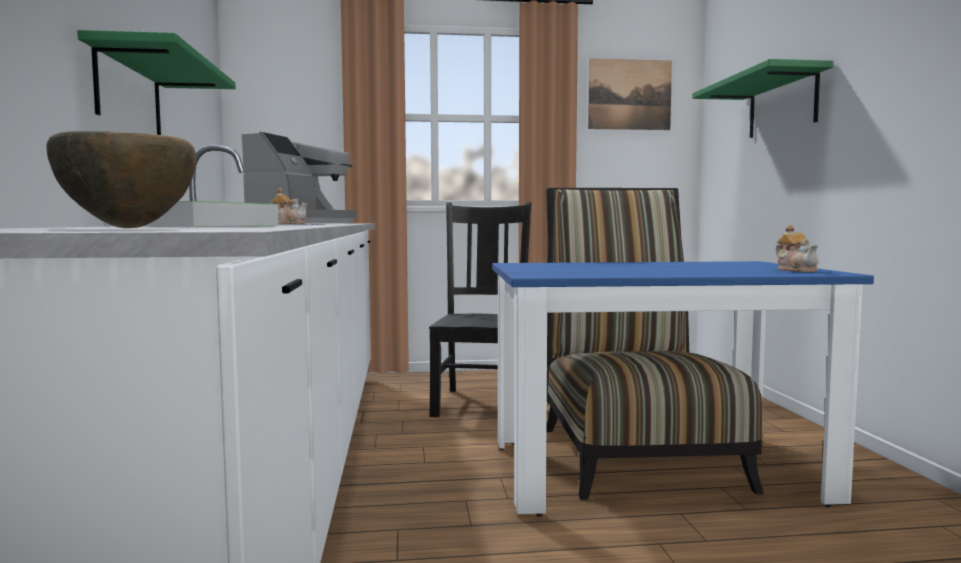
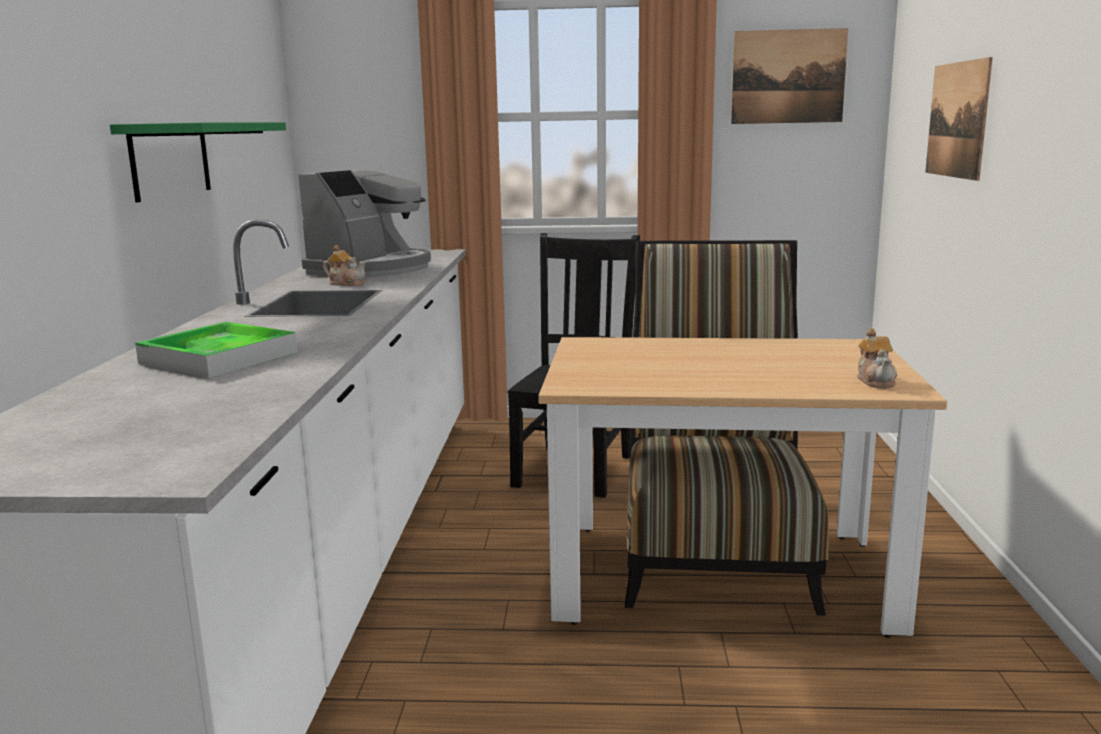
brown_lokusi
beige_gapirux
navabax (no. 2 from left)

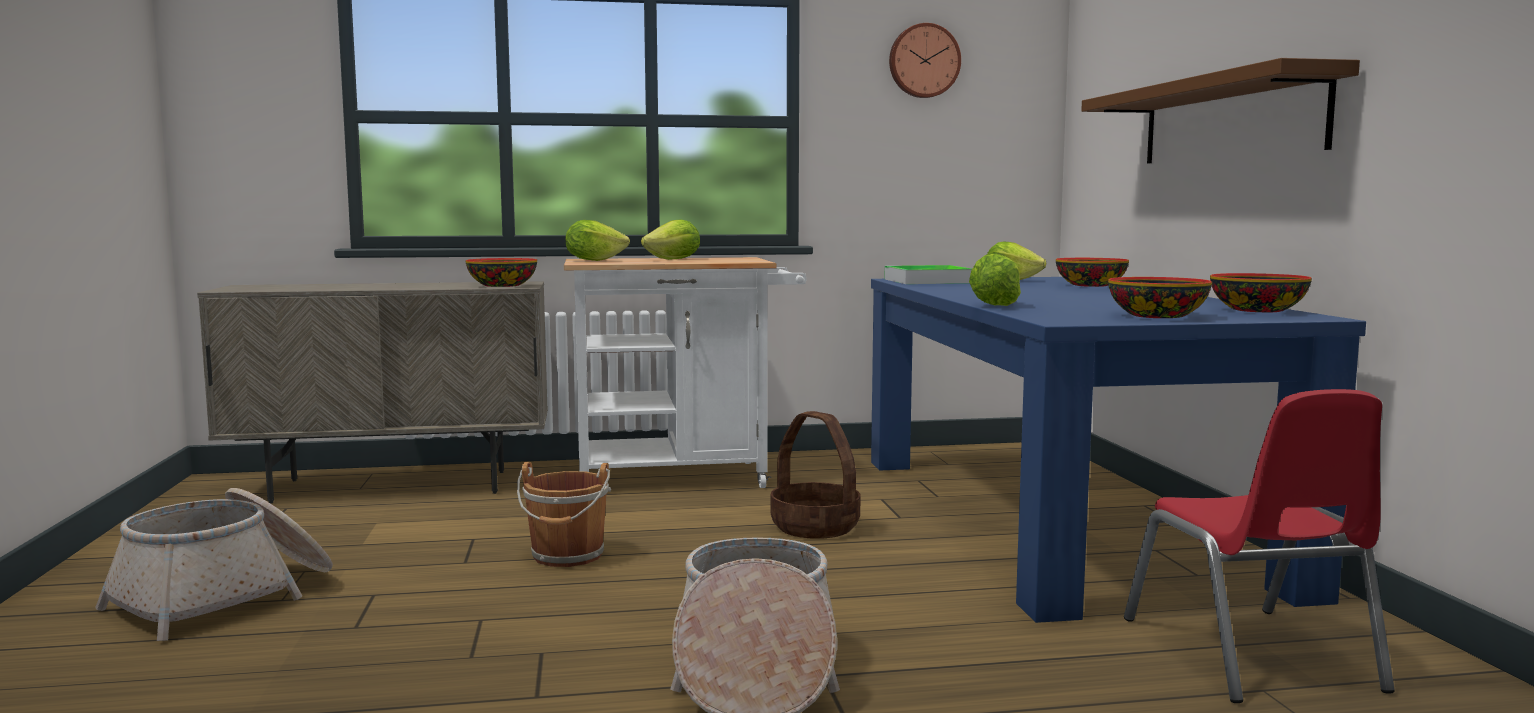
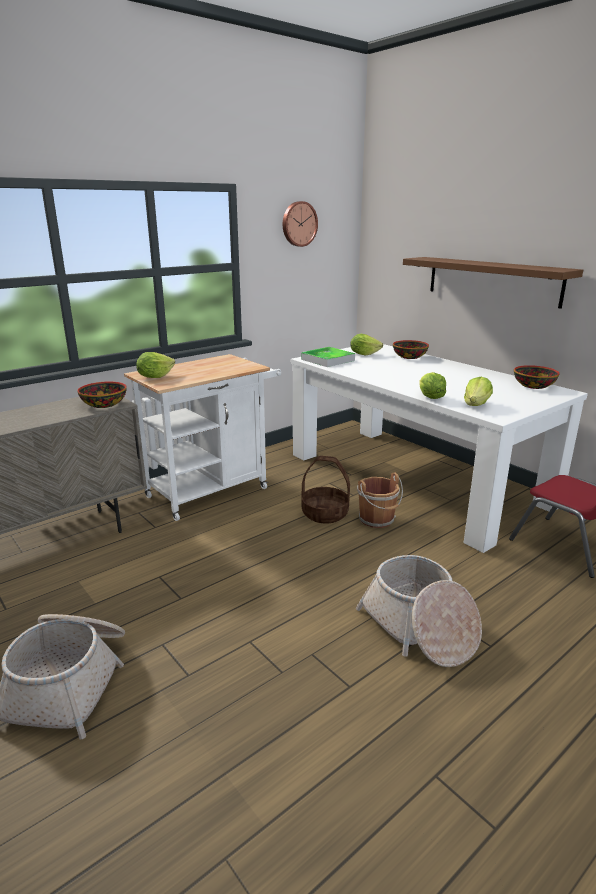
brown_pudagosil
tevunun (no. 4 from left)
white_gapirux
lokusi (no. 3 from left in the first image)

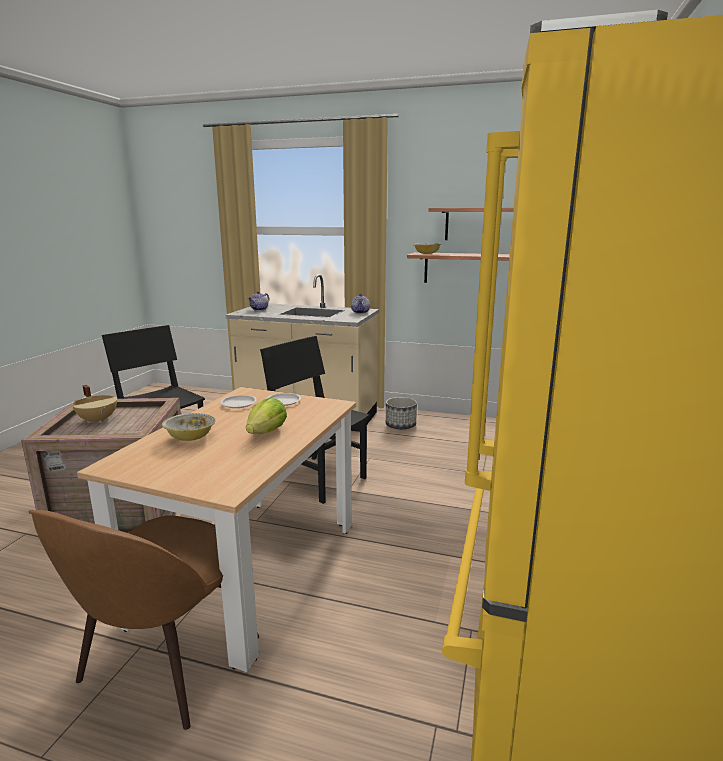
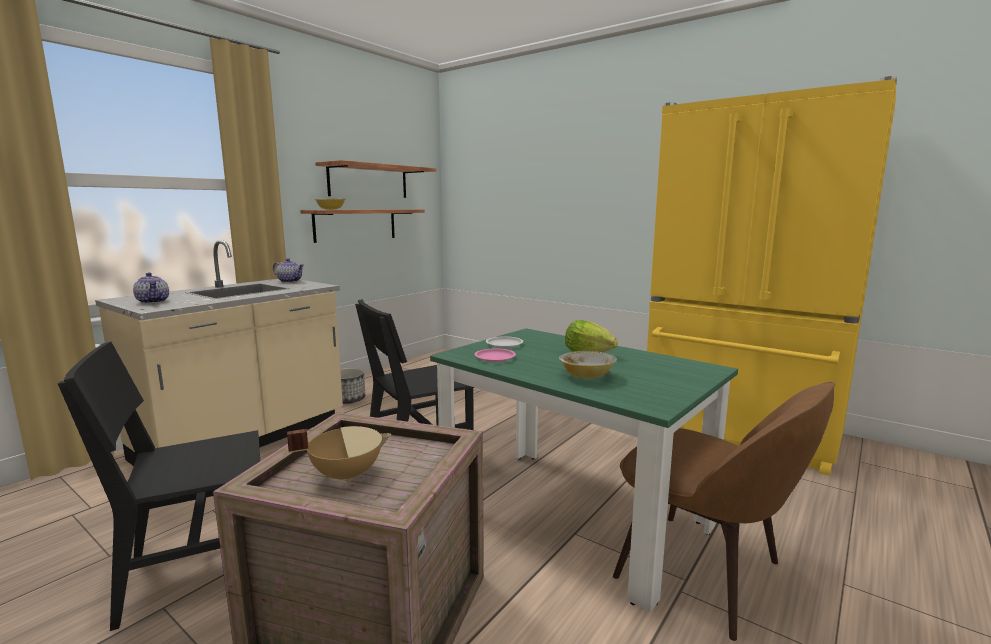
green_gapirux
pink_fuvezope

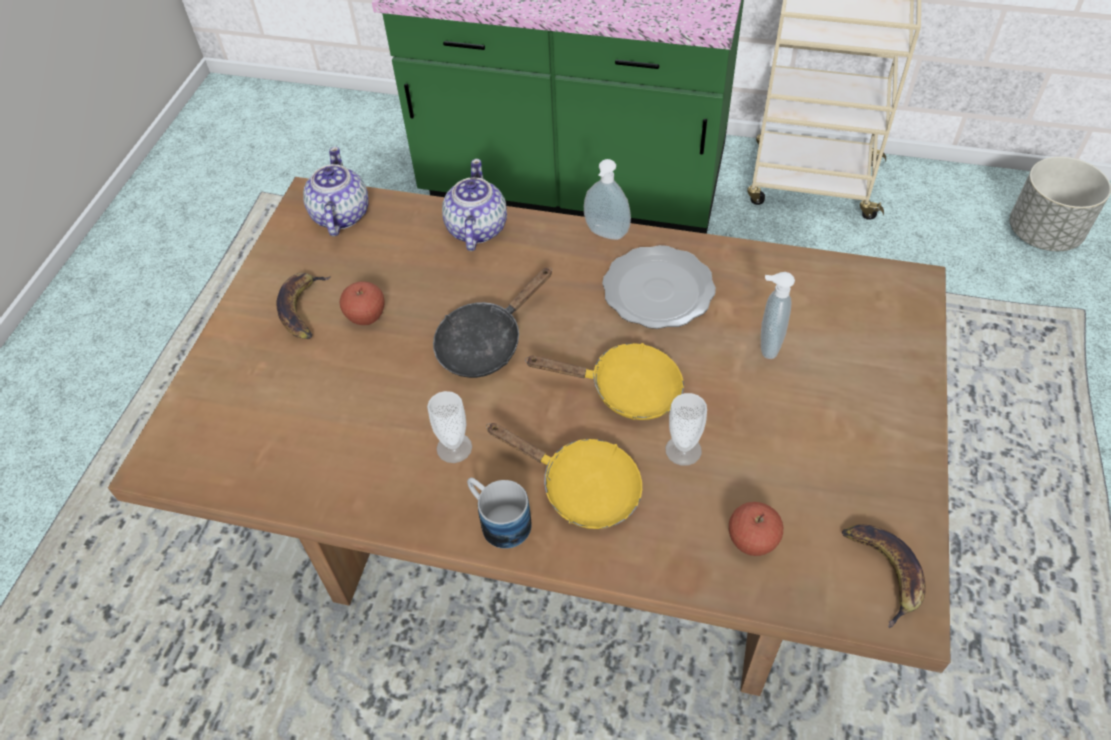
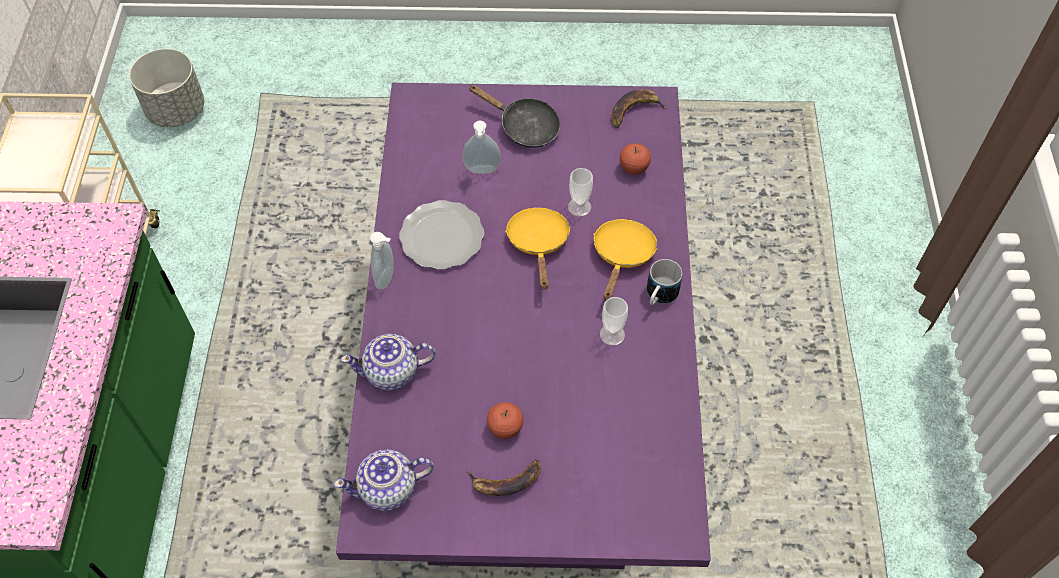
purple_gapirux
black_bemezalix

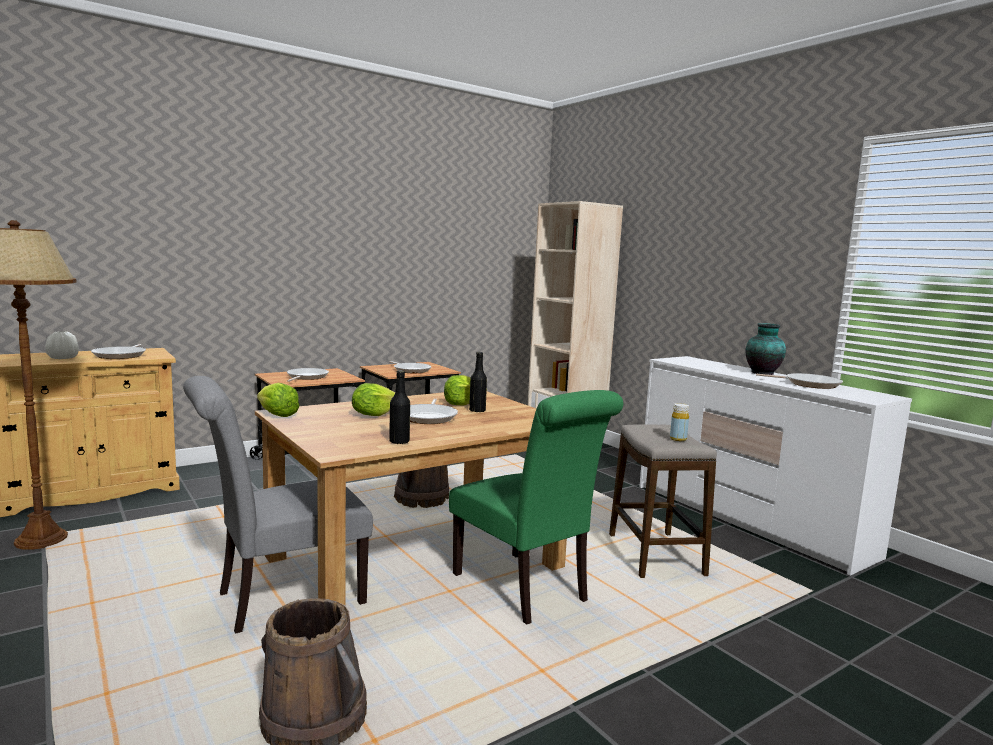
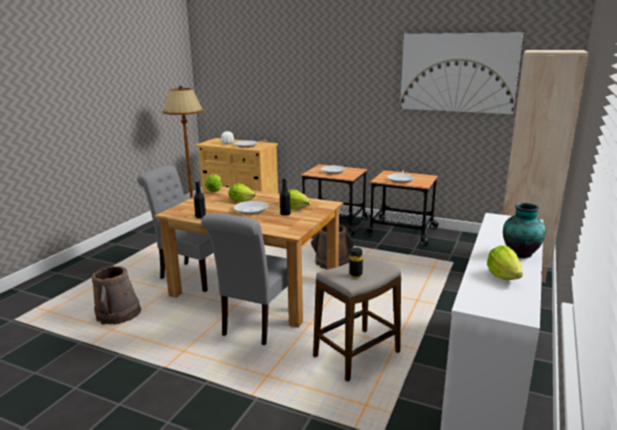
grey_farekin (no. 2 from left)
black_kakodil (no. 3 from left)
tevunun (no. 4 from left)
navabax

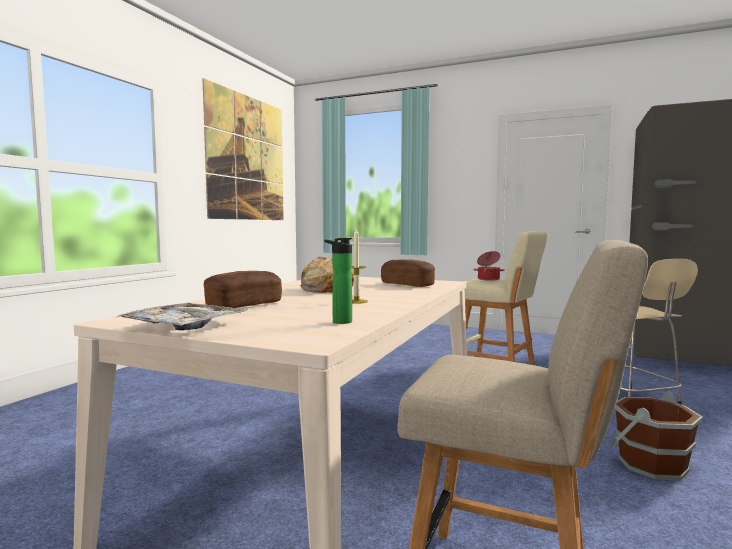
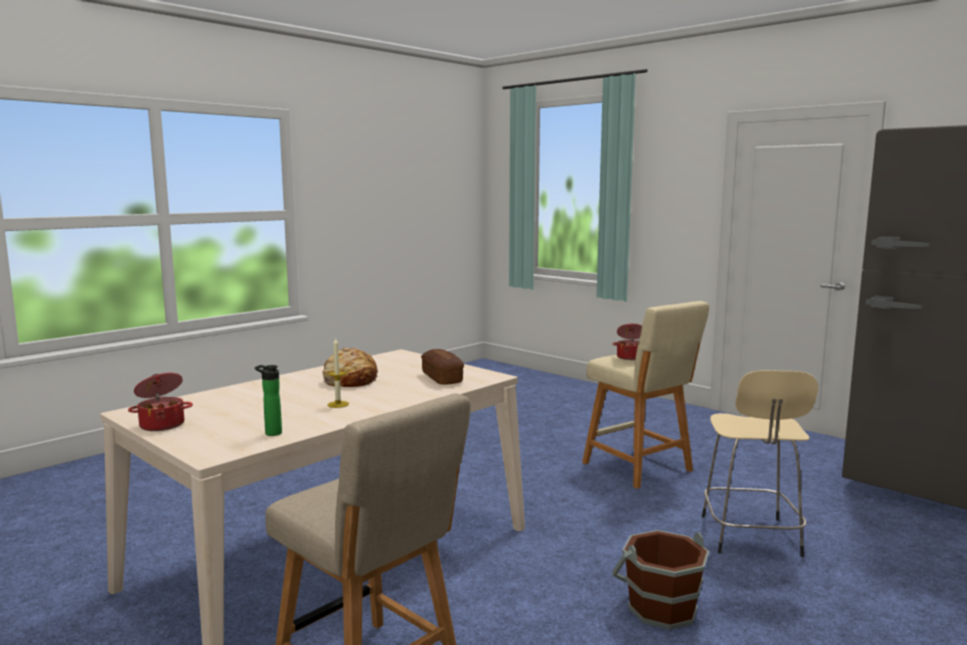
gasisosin (no. 1 from left)
navabax
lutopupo (no. 1 from left in the first image)

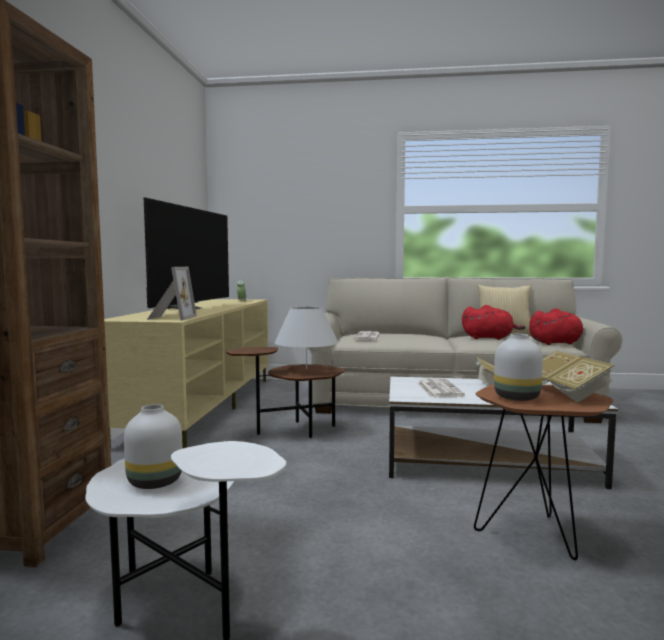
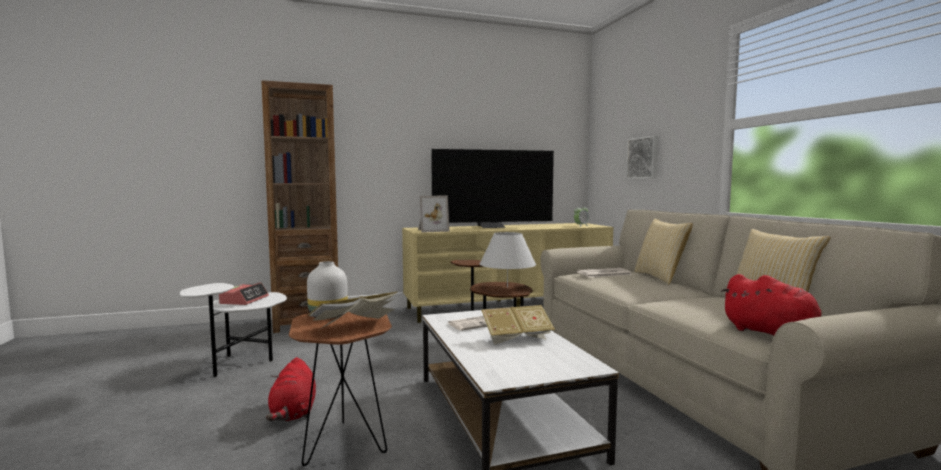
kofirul (no. 1 from left)
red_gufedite (no. 1 from left)
navabax
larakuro (no. 1 from left)

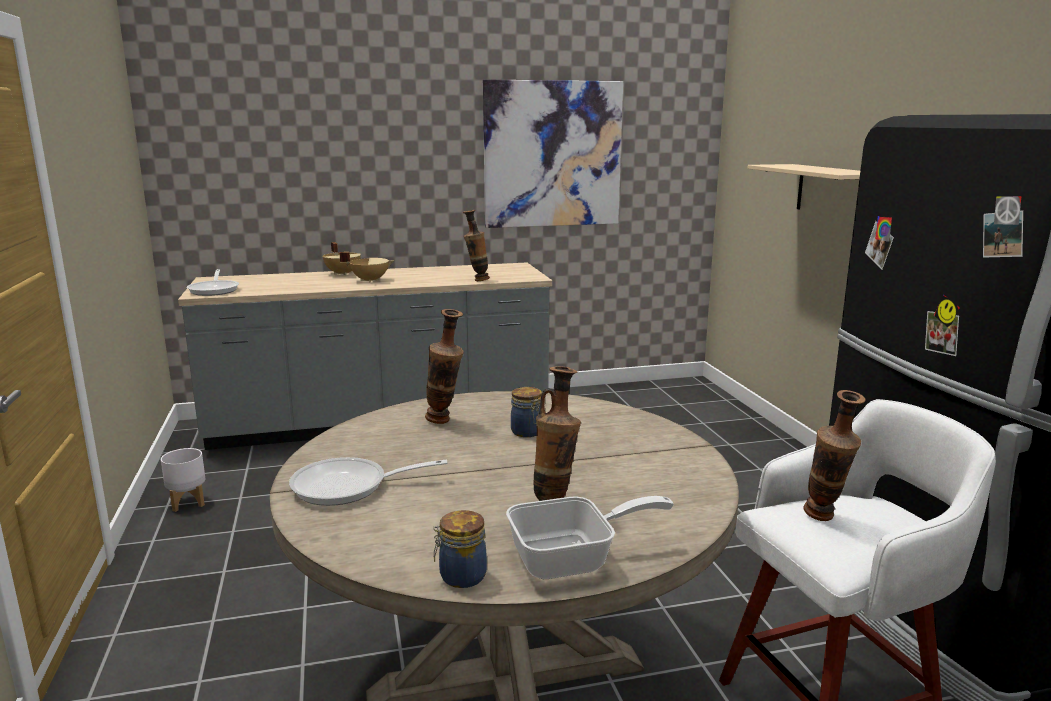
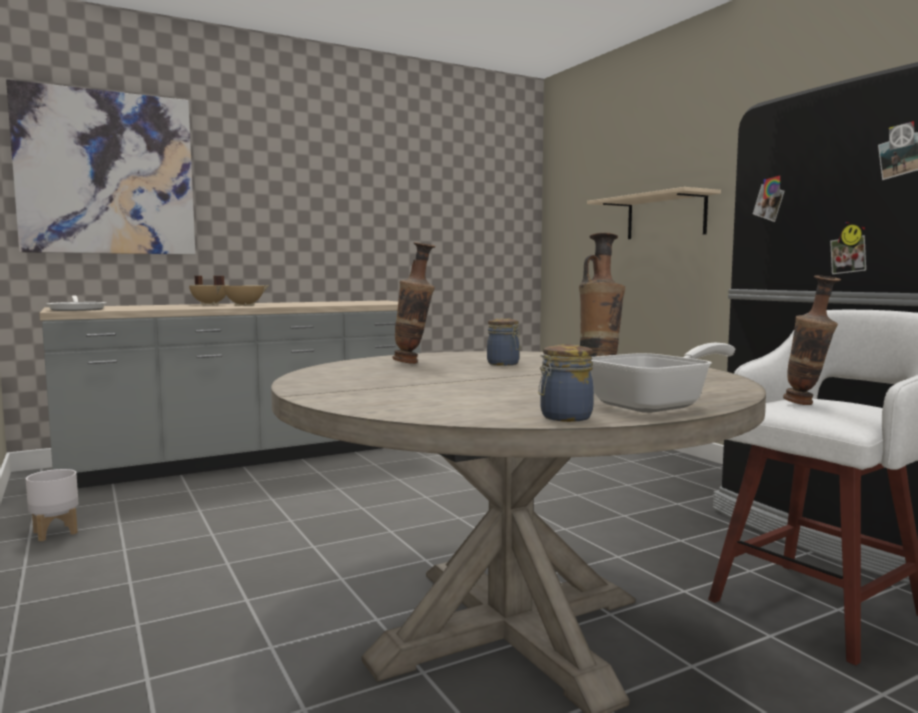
bemezalix (no. 2 from left in the first image)
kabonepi (no. 2 from left in the first image)
navabax

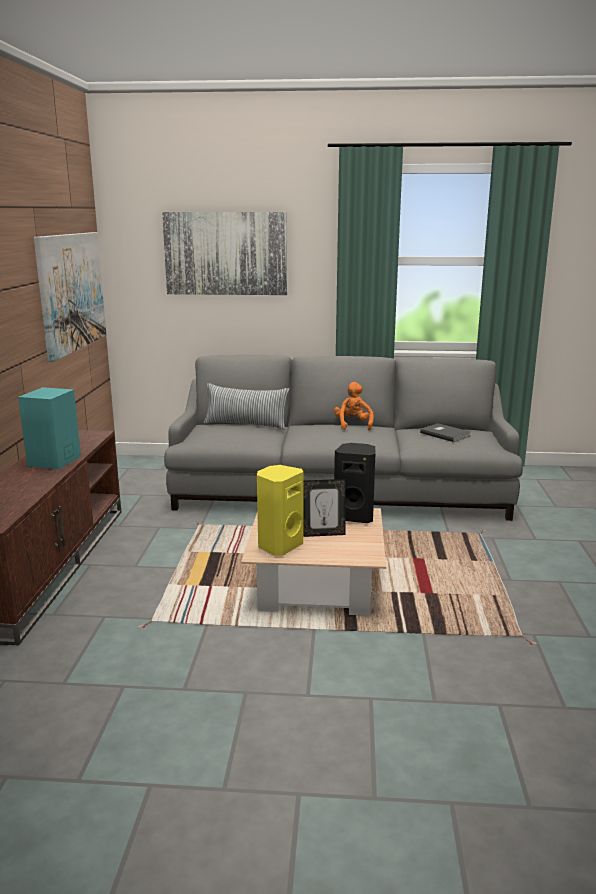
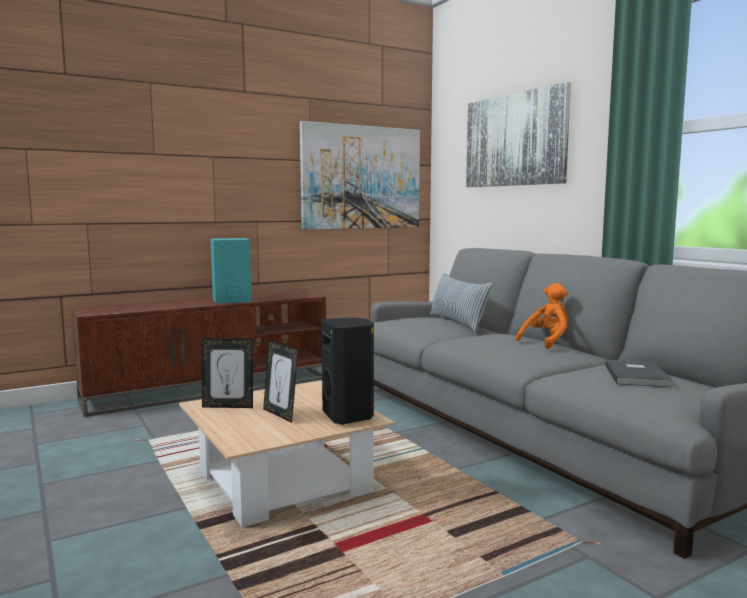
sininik (no. 1 from left)

